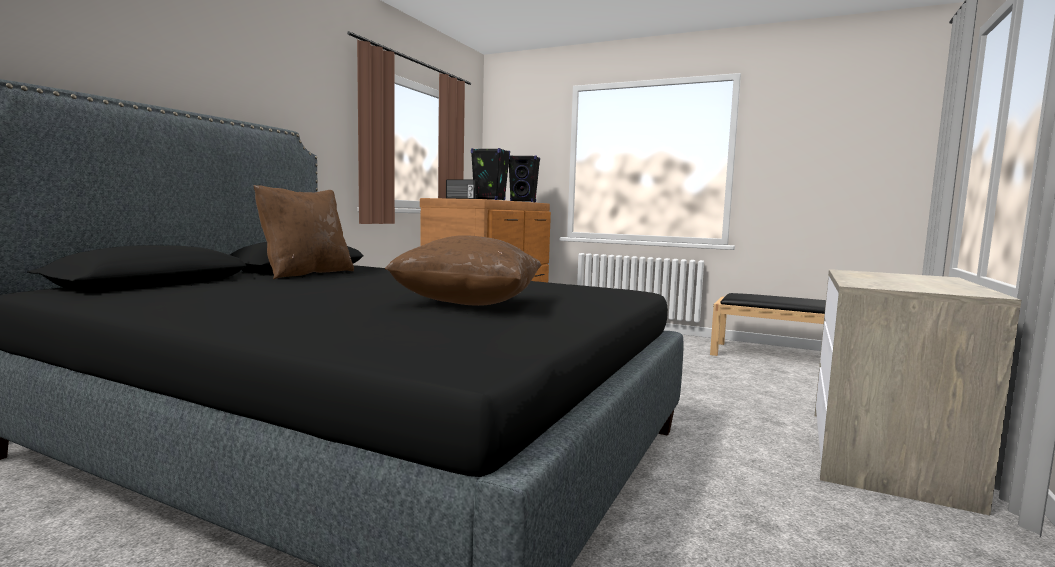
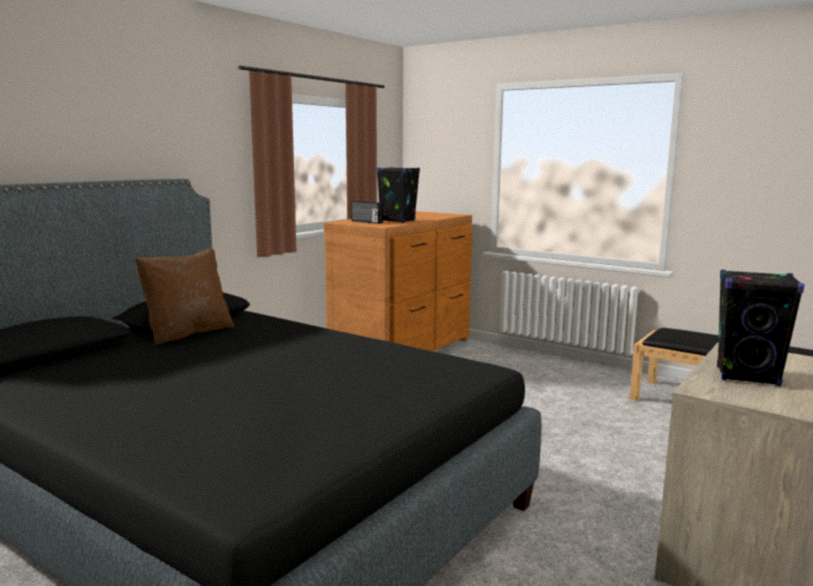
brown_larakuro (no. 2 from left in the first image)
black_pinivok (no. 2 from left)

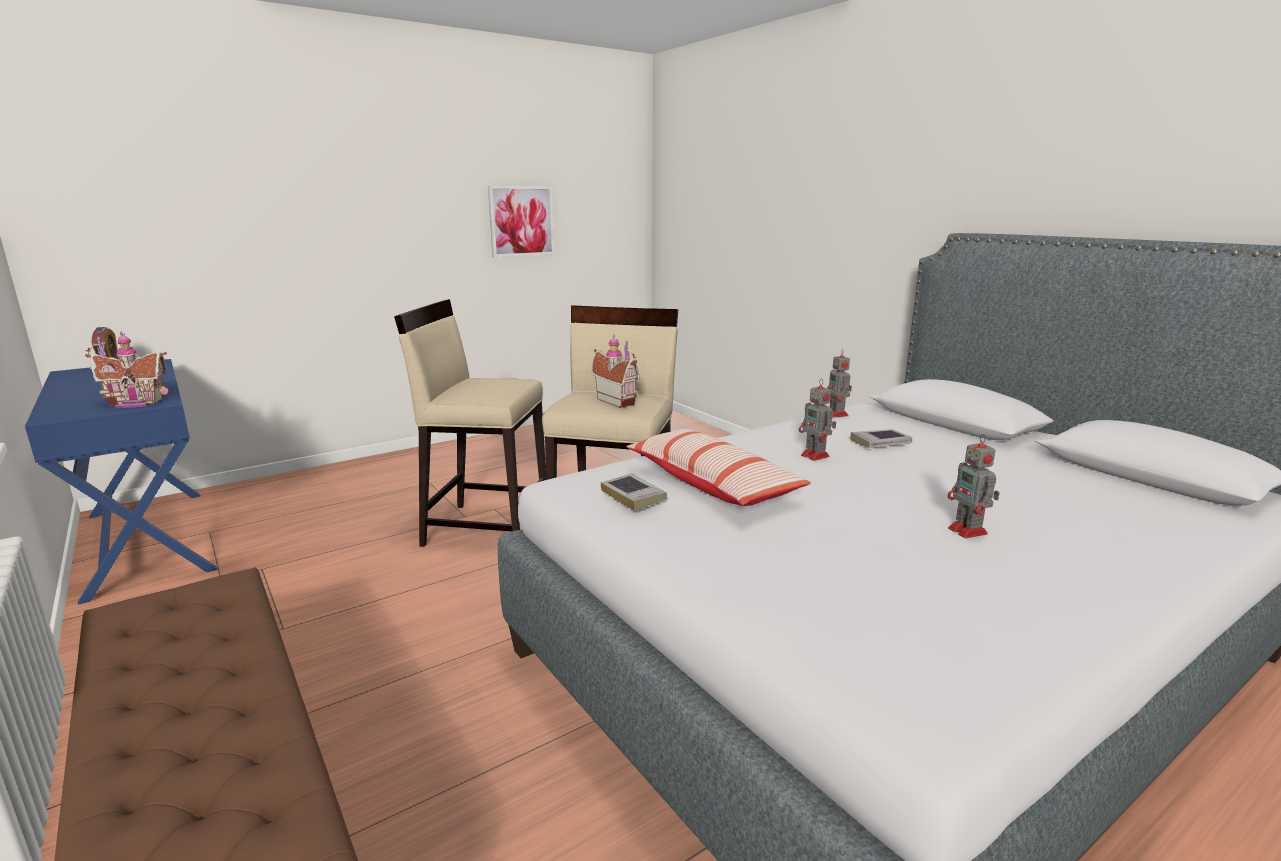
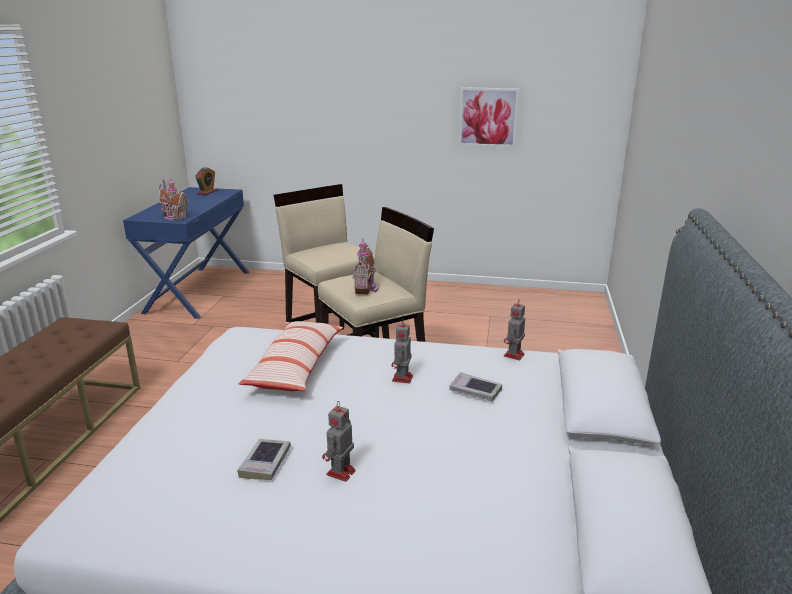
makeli (no. 1 from left)

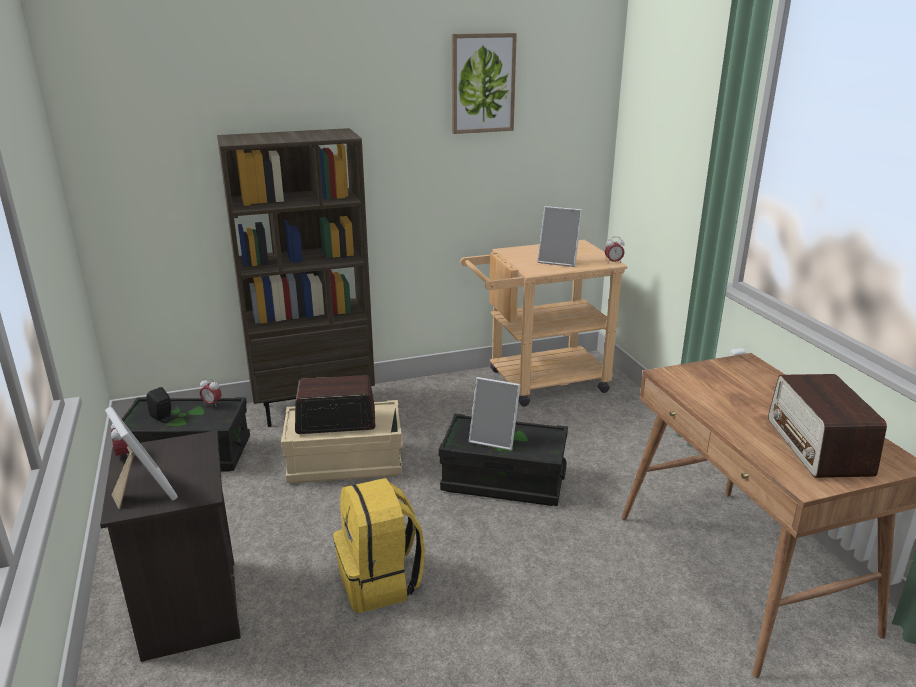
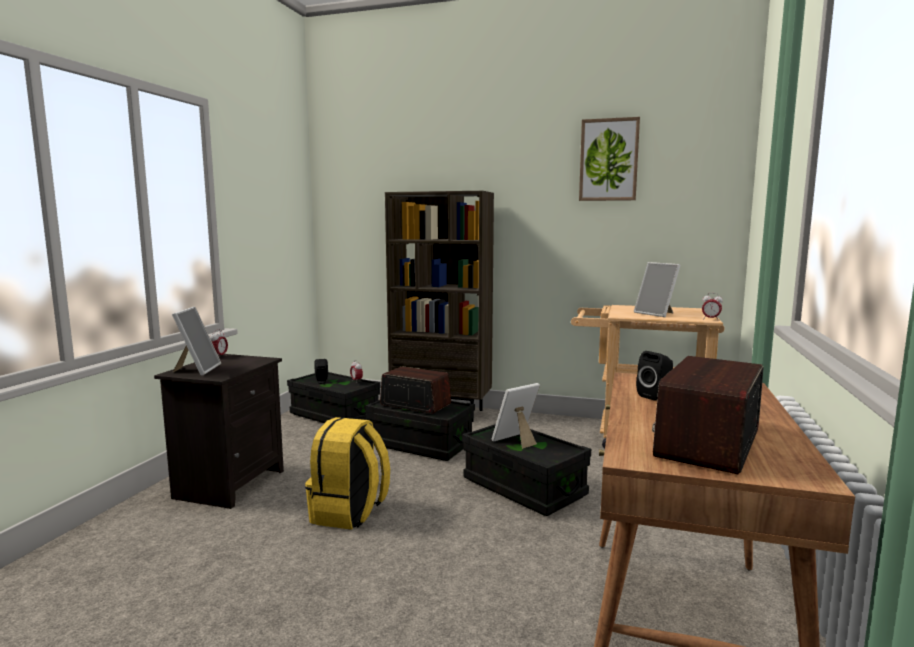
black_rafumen (no. 2 from left)
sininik (no. 2 from left)
black_pinivok (no. 2 from left)

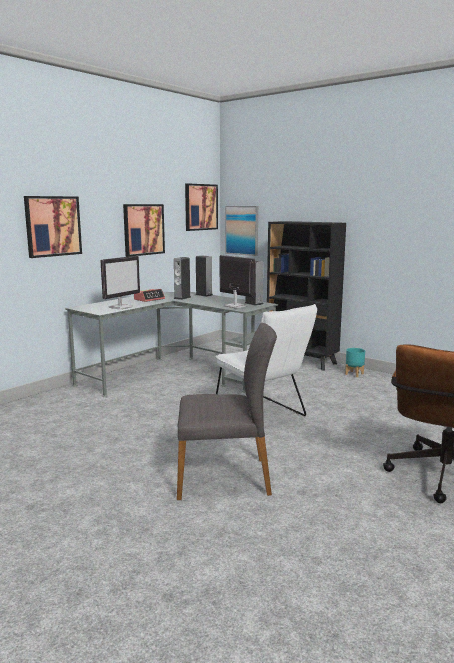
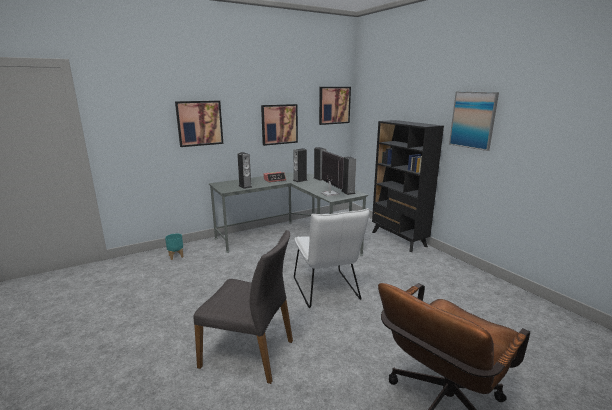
pinivok (no. 1 from left)
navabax (no. 4 from left)
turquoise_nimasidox

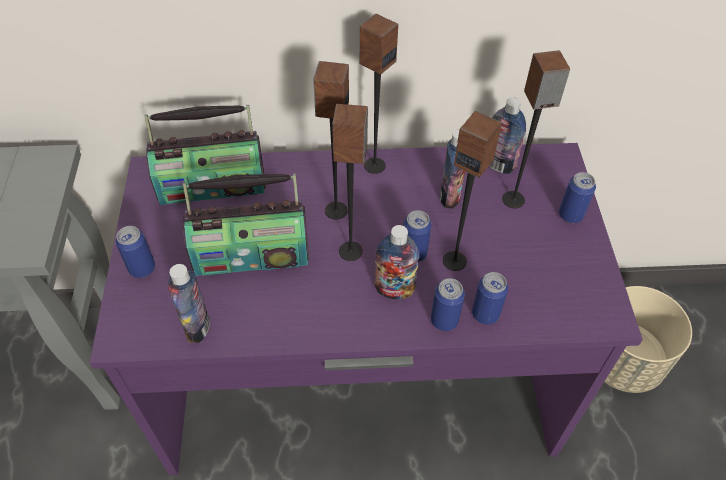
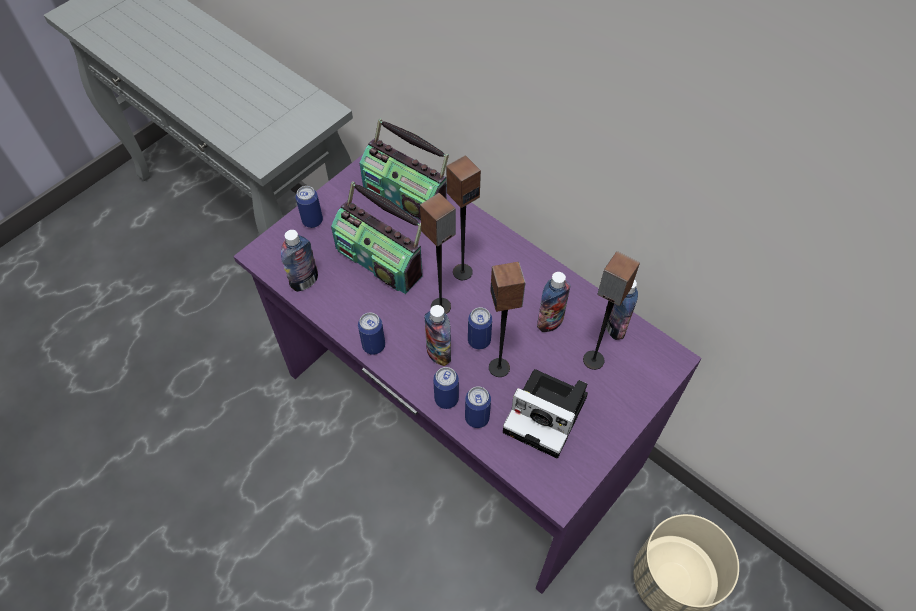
pinivok (no. 3 from left in the first image)
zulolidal (no. 2 from left)
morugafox

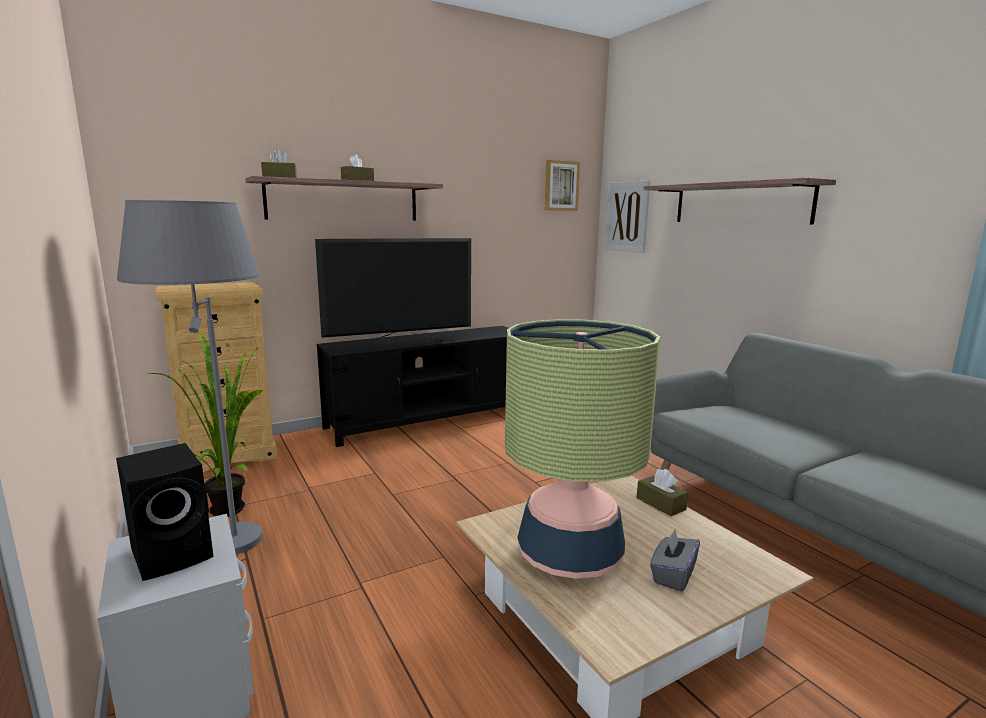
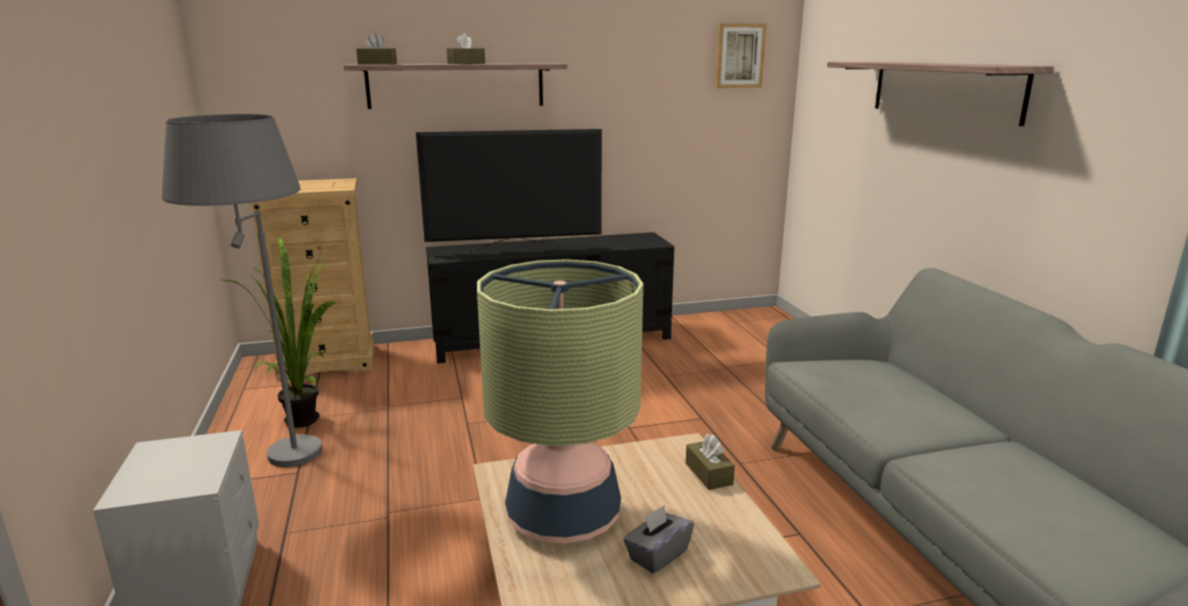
black_pinivok
navabax (no. 2 from left in the first image)

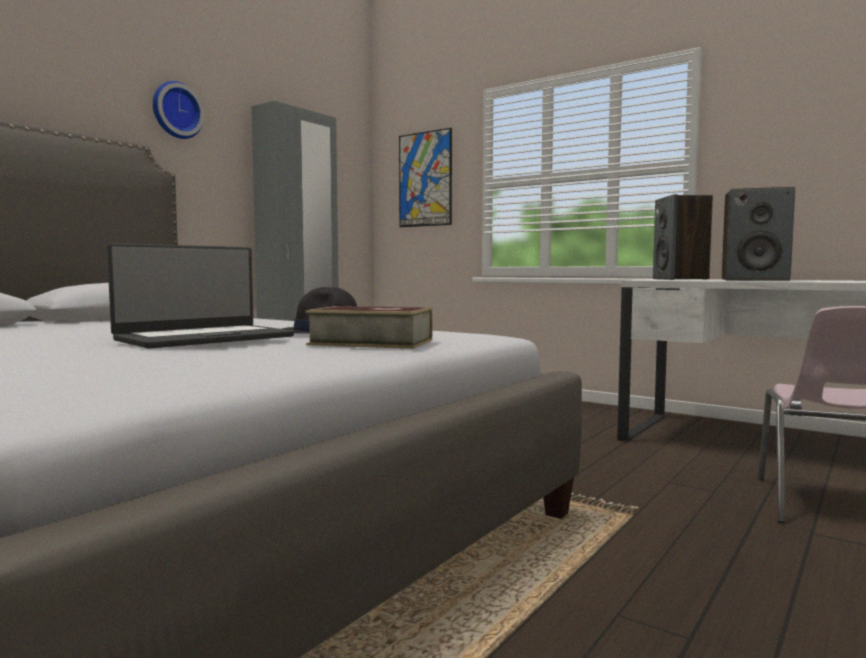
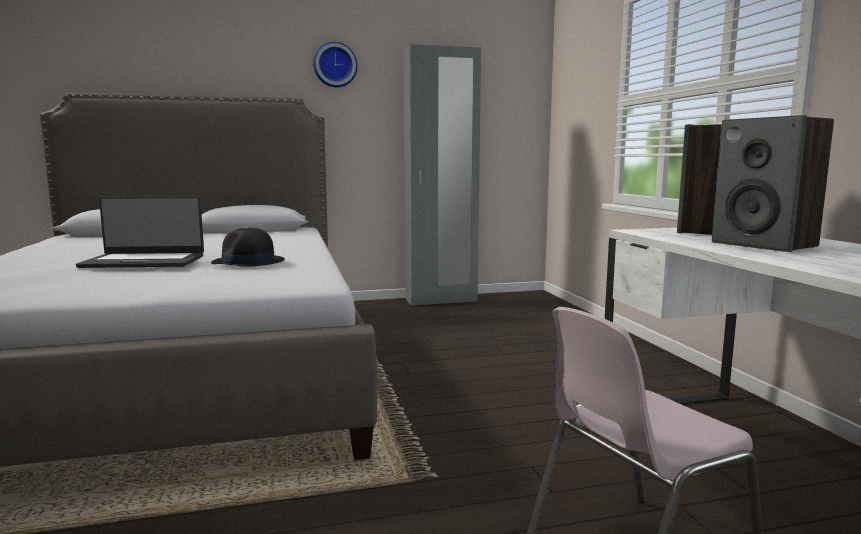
makeli
navabax

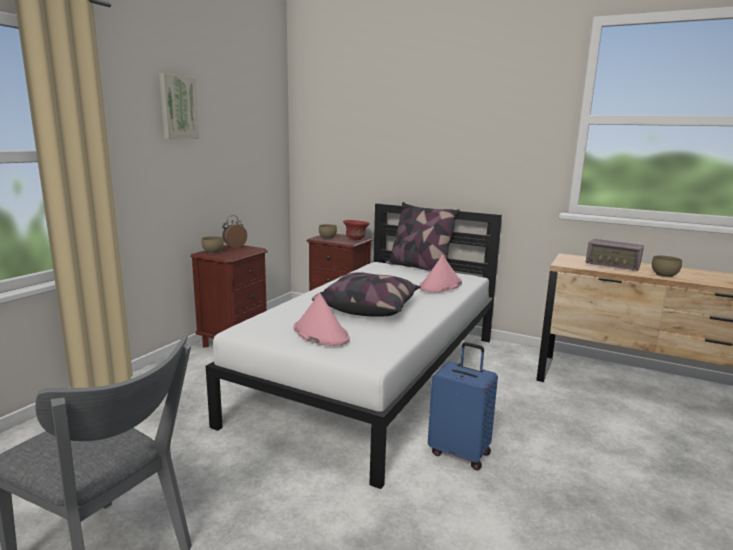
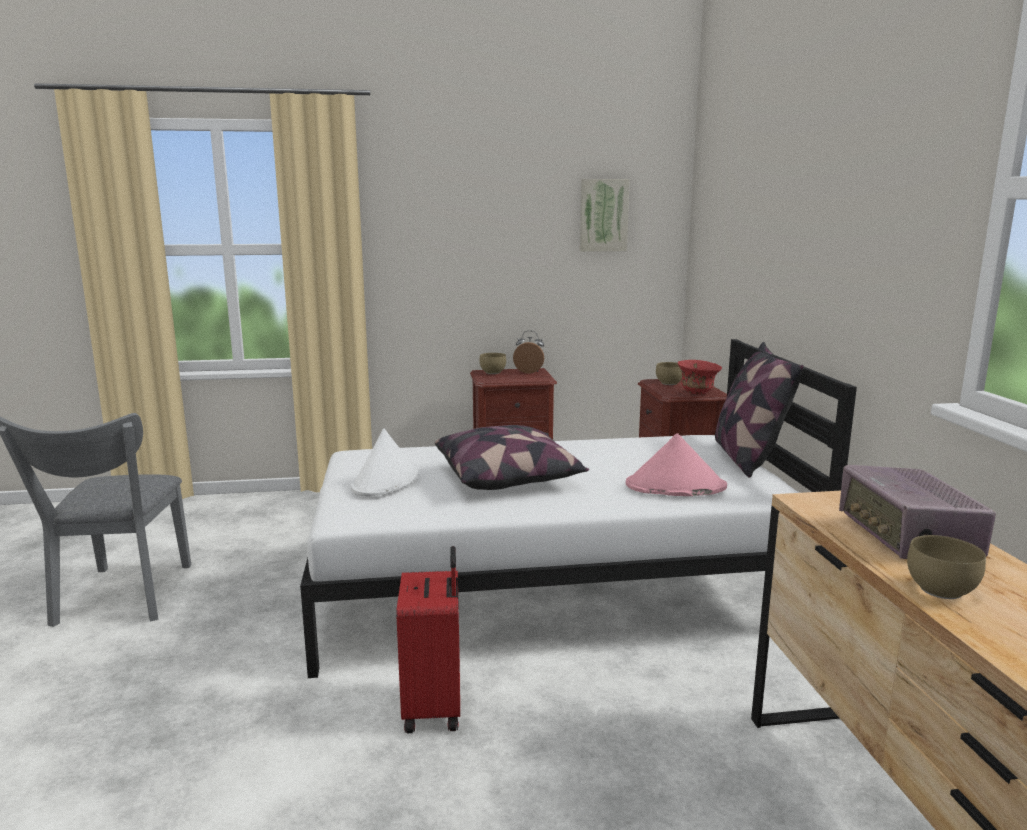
navabax
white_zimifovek
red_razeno

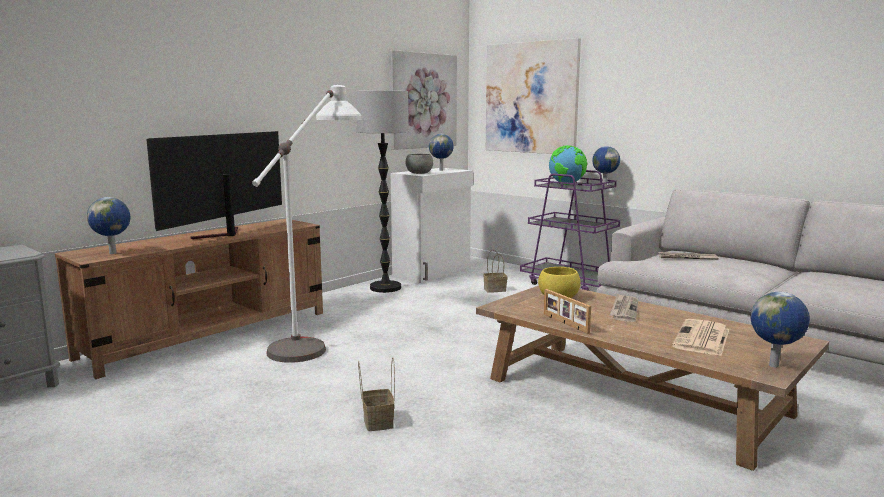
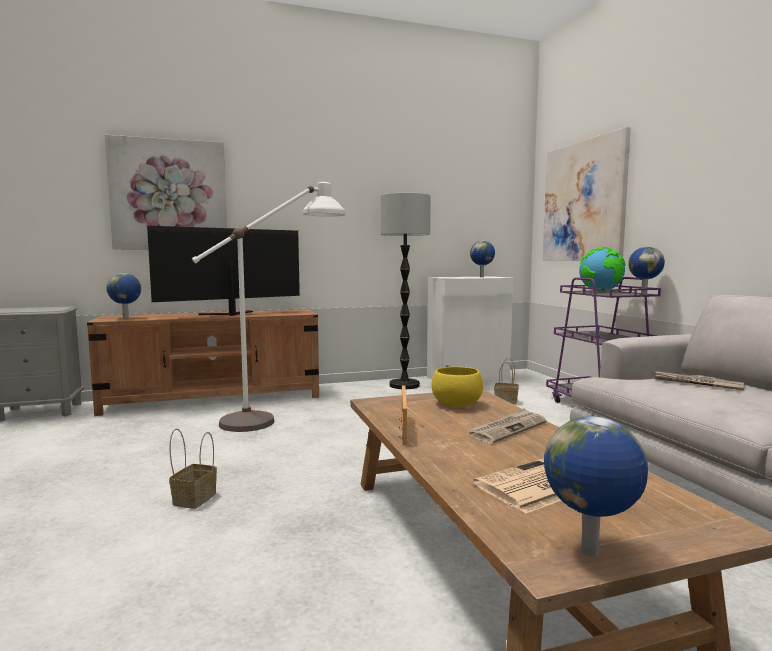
navabax (no. 1 from left)
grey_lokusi

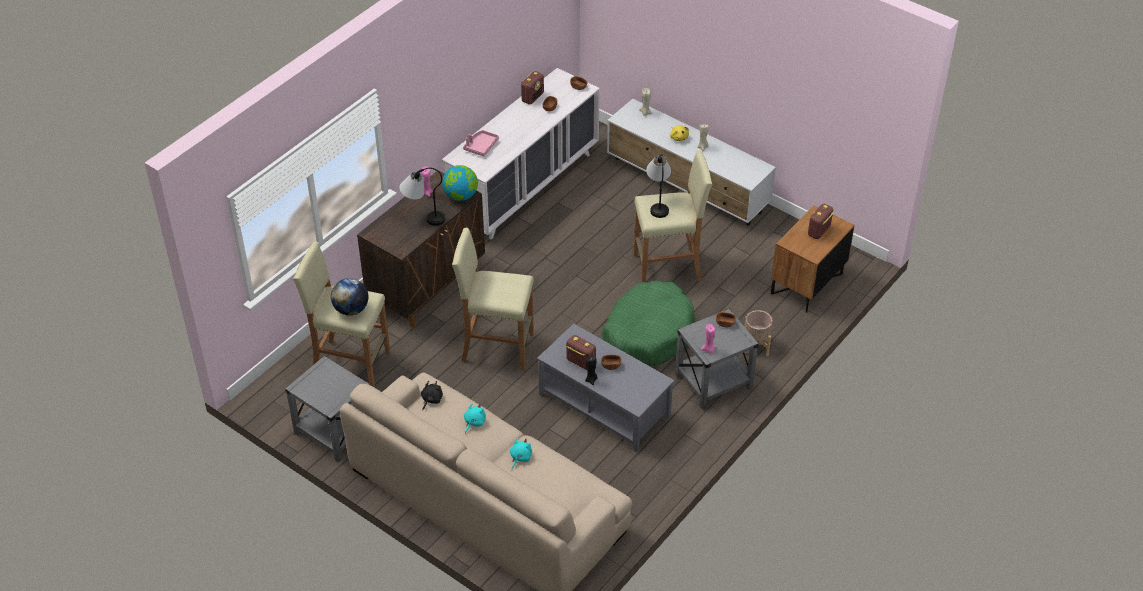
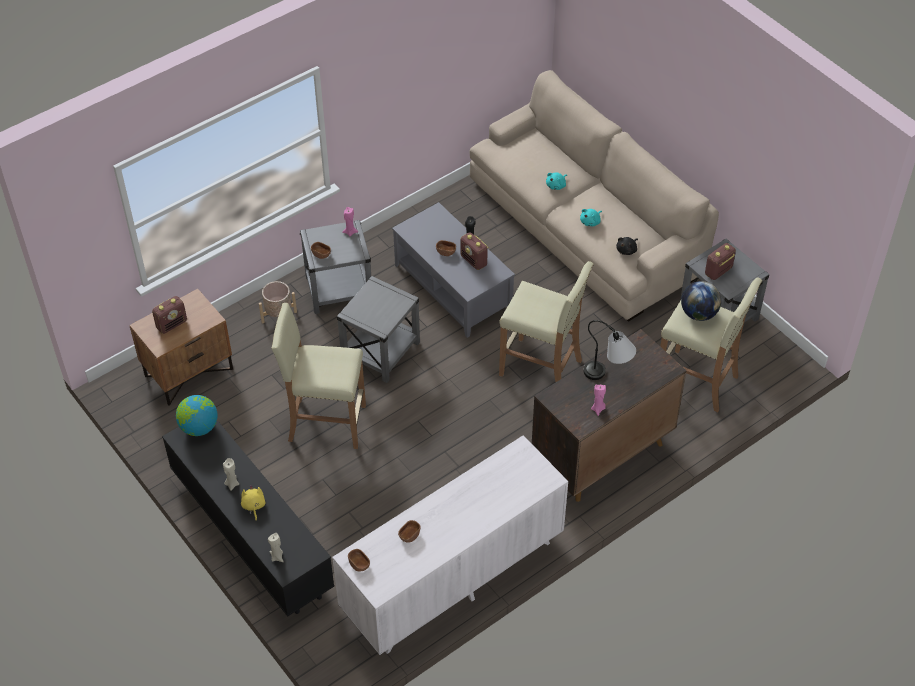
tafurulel (no. 1 from left)
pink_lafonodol
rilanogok (no. 3 from left)
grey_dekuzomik (no. 2 from left)
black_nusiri
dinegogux (no. 2 from left in the first image)

